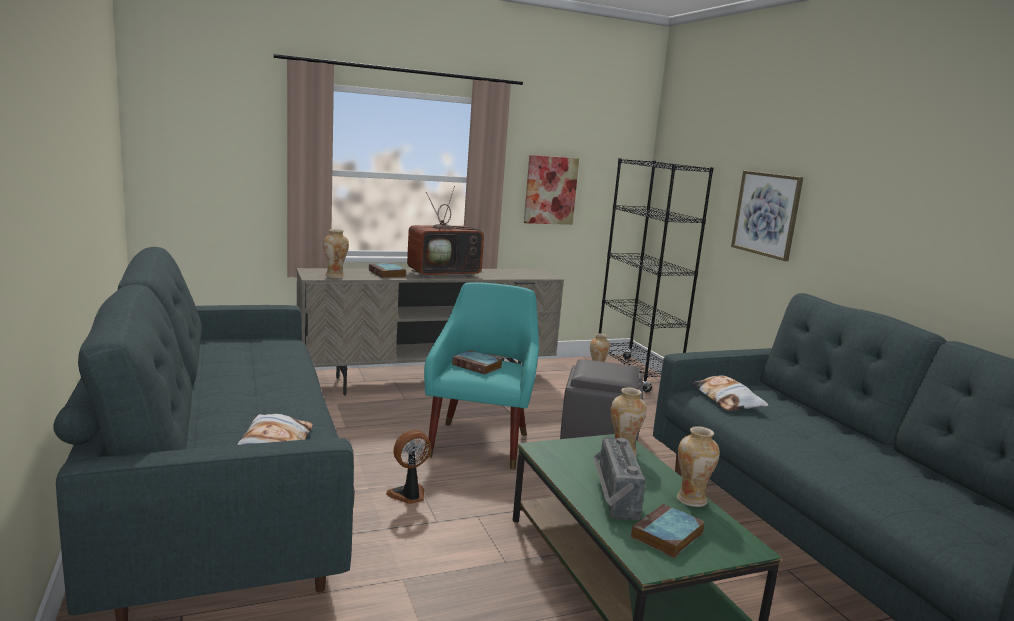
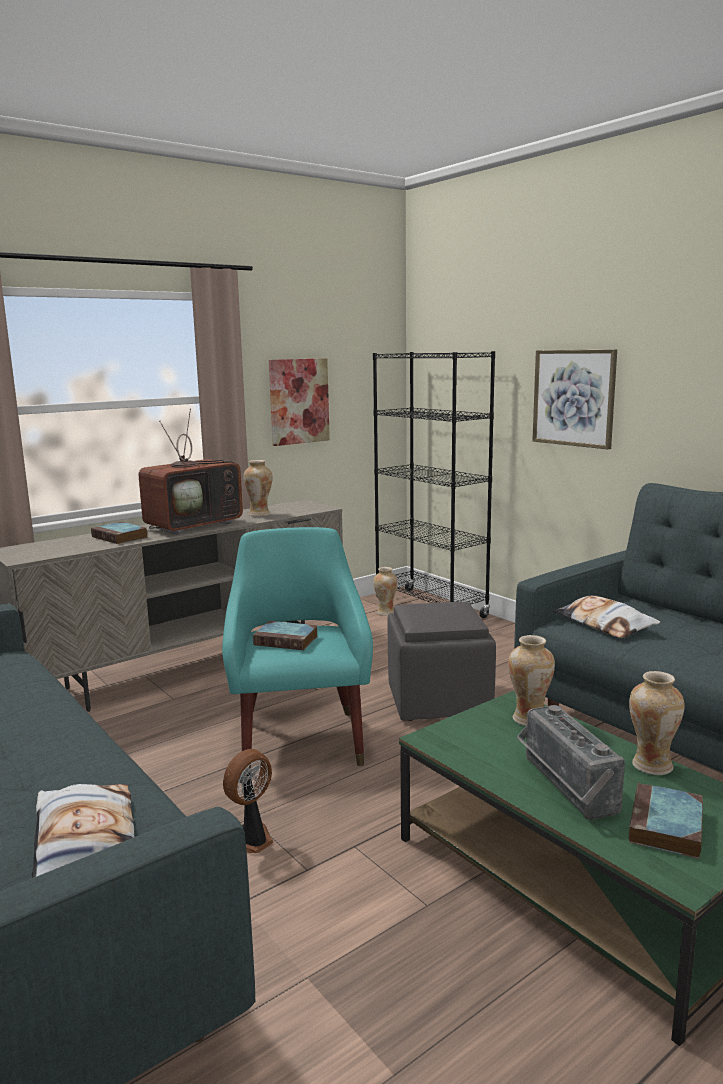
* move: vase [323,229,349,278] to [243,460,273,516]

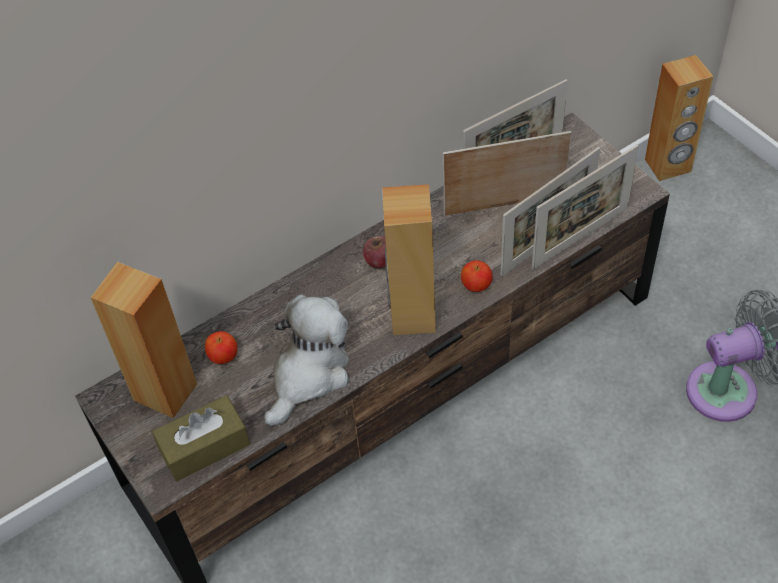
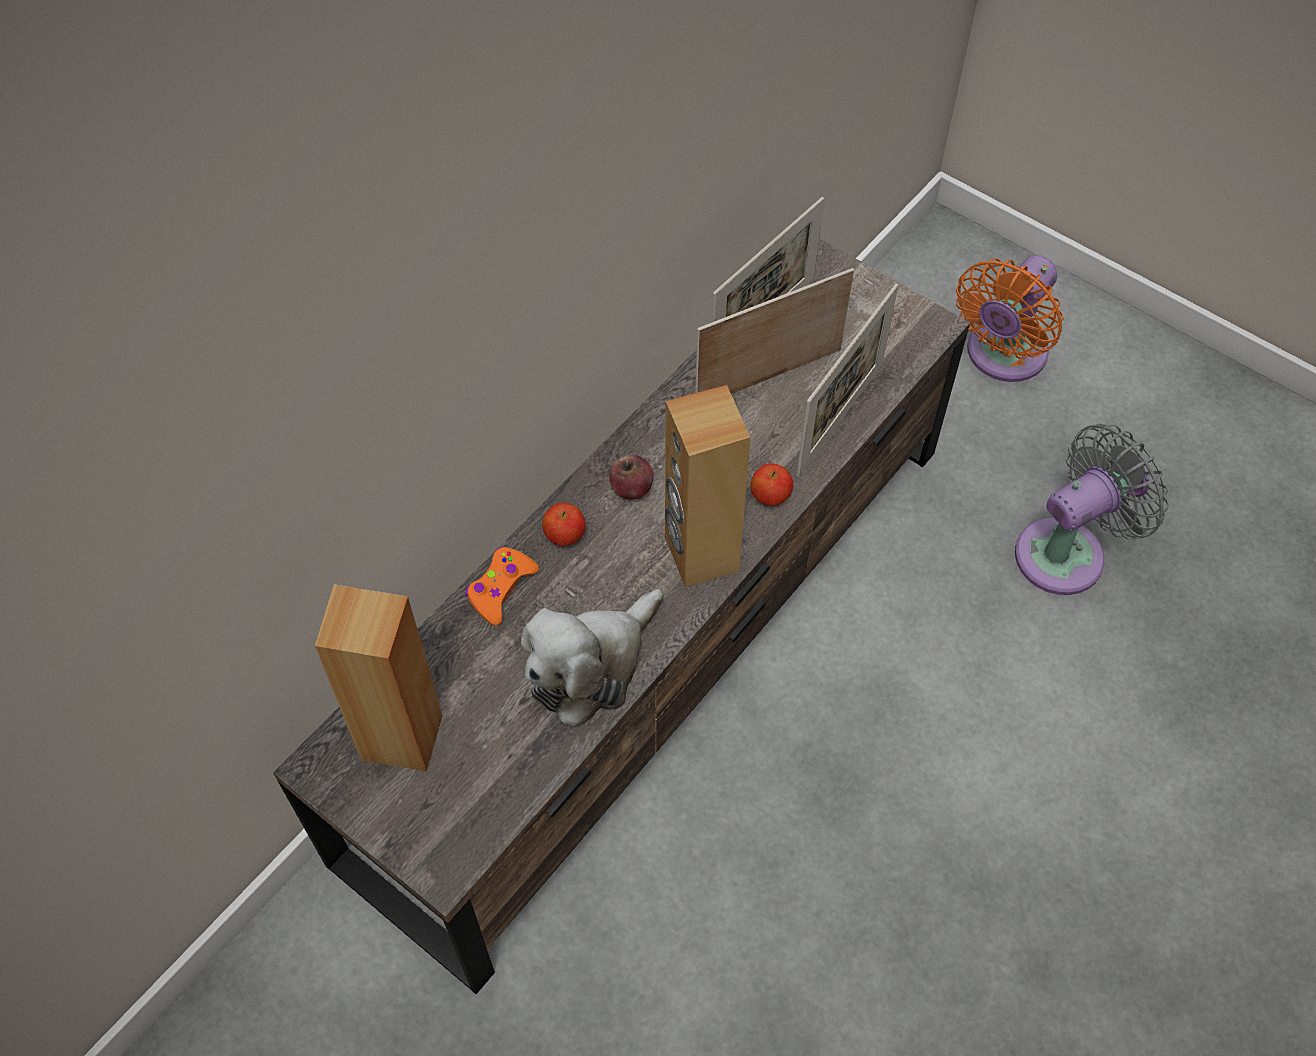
* delete: enceinte [marron] [645,55,713,181]
* delete: cadre photo [532,145,639,269]
* rotate: peluche [264,294,349,426] = [521,589,664,728] 150 degrees counterclockwise
* move: pomme [205,331,238,364] to [542,503,586,546]
* delete: boîte à mouchoirs [marron] [152,395,250,481]
* insert: ventilateur [orange] [956,255,1063,382]
* insert: manette [orange] [466,547,539,626]

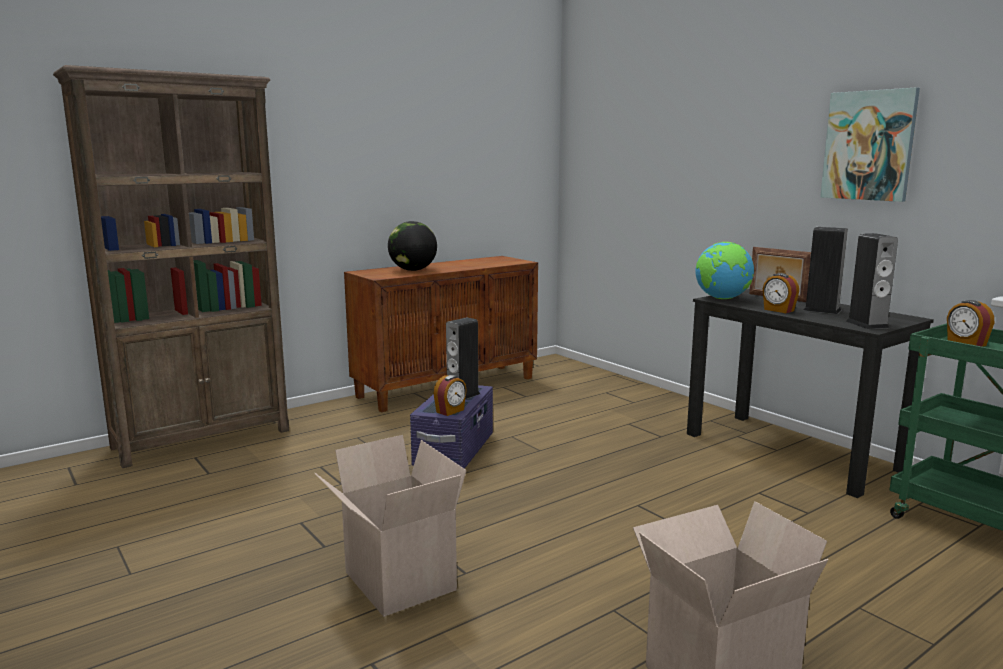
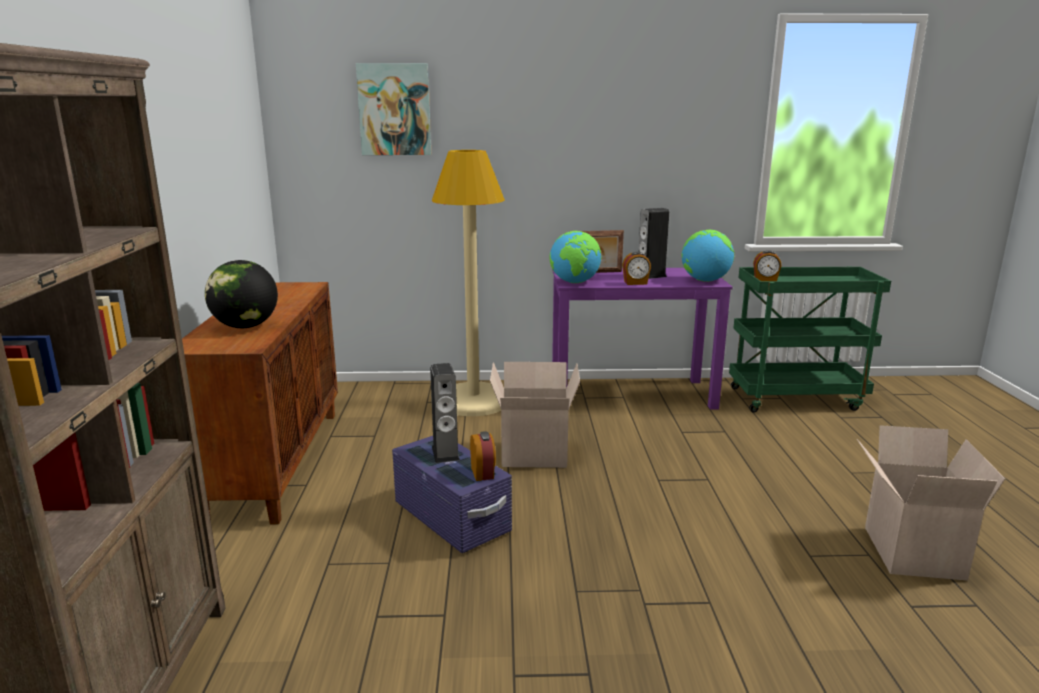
* move: tableau [820,87,920,202] to [356,63,431,155]
* replace: enceinte [846,233,898,329] to globe [681,230,734,282]
* recolor: bureau [noir] [687,289,934,498] to bureau [violet] [552,268,733,409]
* move: carton [315,435,466,617] to [490,362,580,468]
* insert: lampadaire [beige] [432,150,505,416]

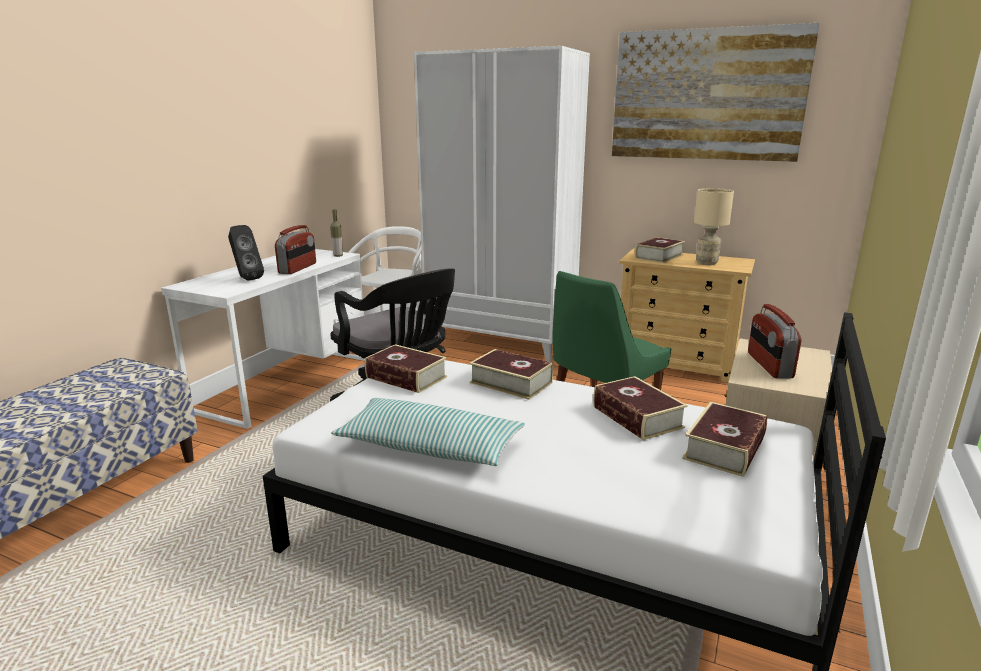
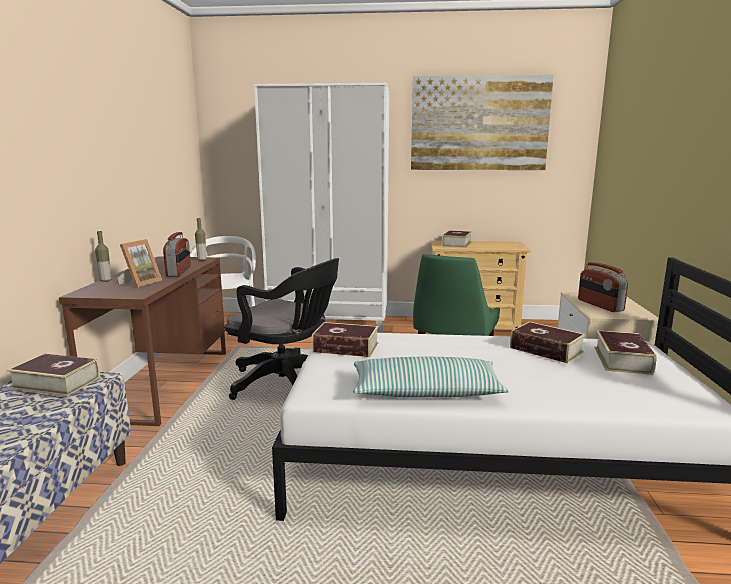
* delete: lampe de table [beige] [694,188,734,265]
* replace: enceinte [noir] [228,225,264,281] to cadre photo [117,239,162,288]
* recolor: bureau [blanc] [161,249,365,429] to bureau [marron] [59,256,226,426]
* move: livre [469,349,553,400] to [7,353,100,397]
* insert: bouteille [95,231,112,282]

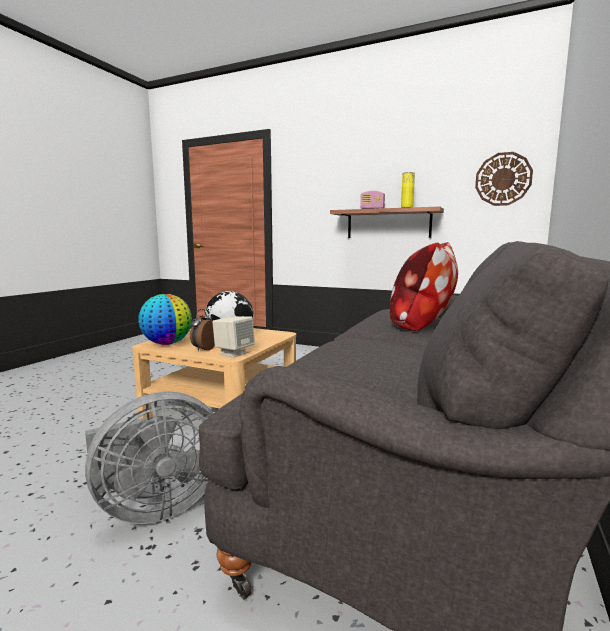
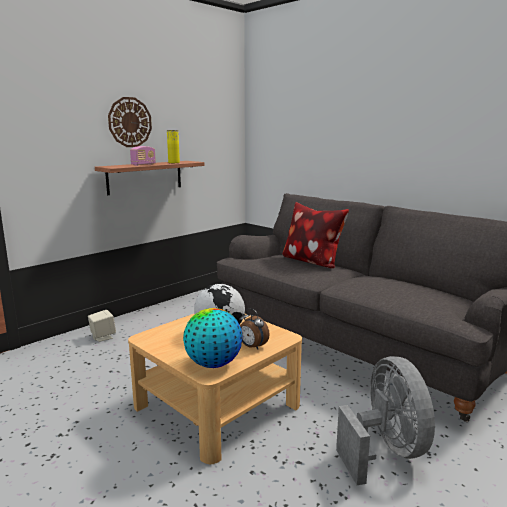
* move: horloge murale [475,152,533,206] to [108,97,152,147]
* move: enceinte [beige] [212,316,255,358] to [88,310,116,342]

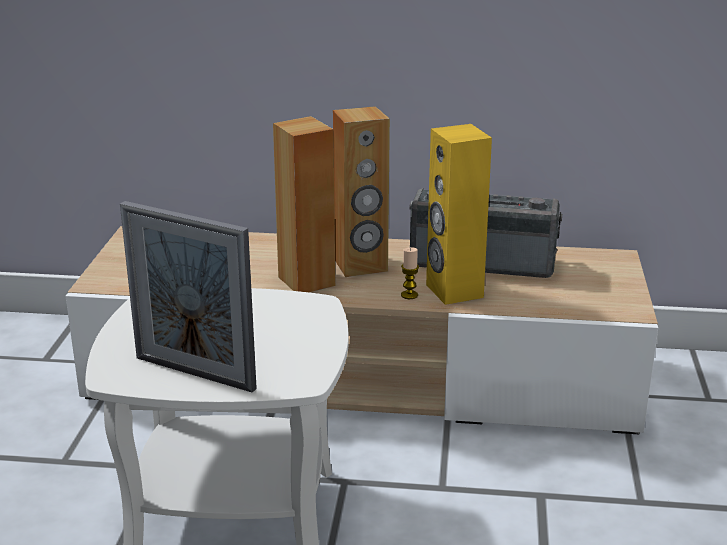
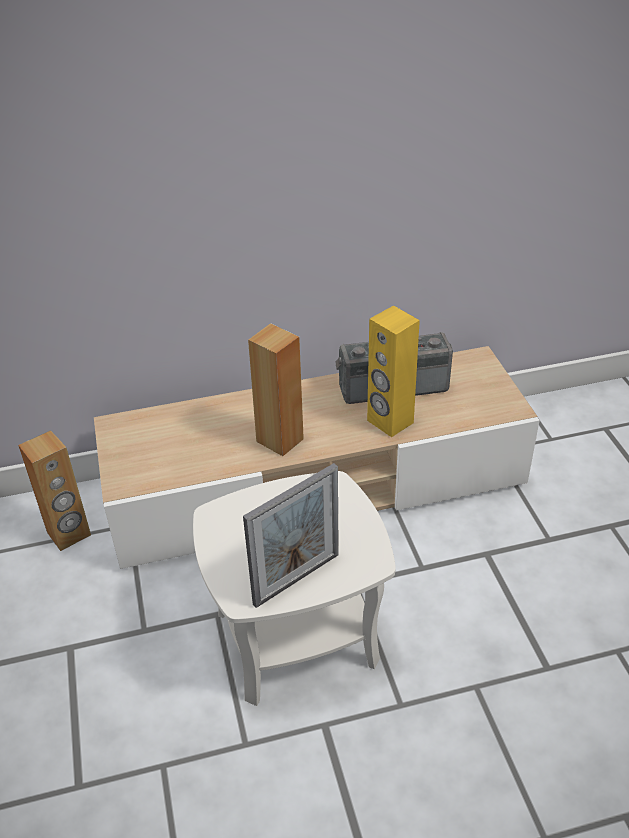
* move: enceinte [marron] [333,106,390,277] to [18,430,91,551]
* rotate: cadre photo [120,201,257,393] = [243,463,339,608] 45 degrees counterclockwise
* delete: bougie [401,247,419,299]

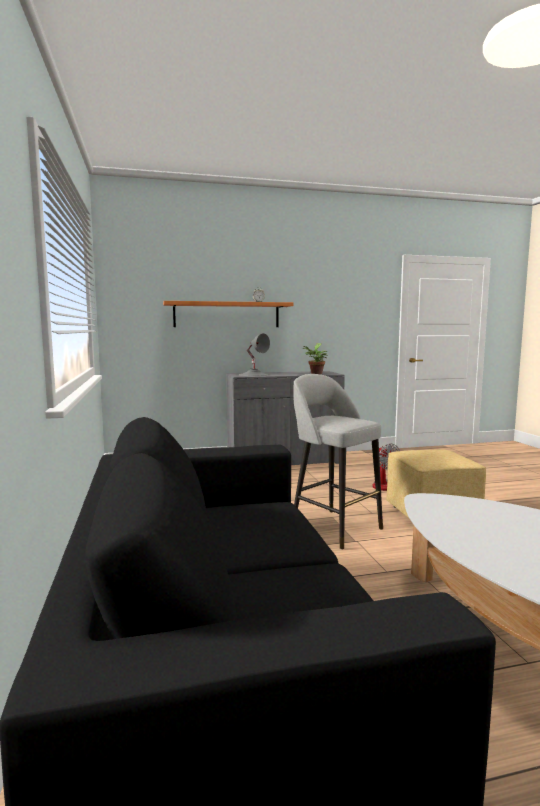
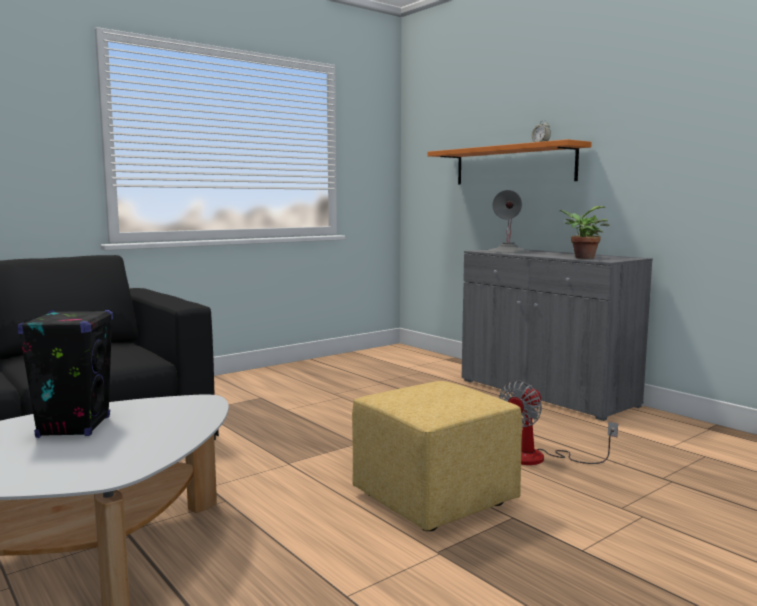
* delete: tabouret [gris] [293,374,383,550]
* insert: enceinte [noir] [17,310,113,438]

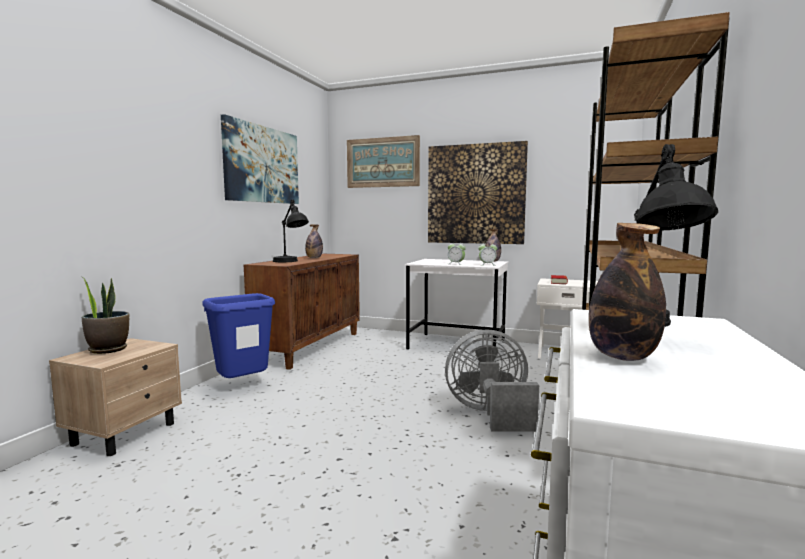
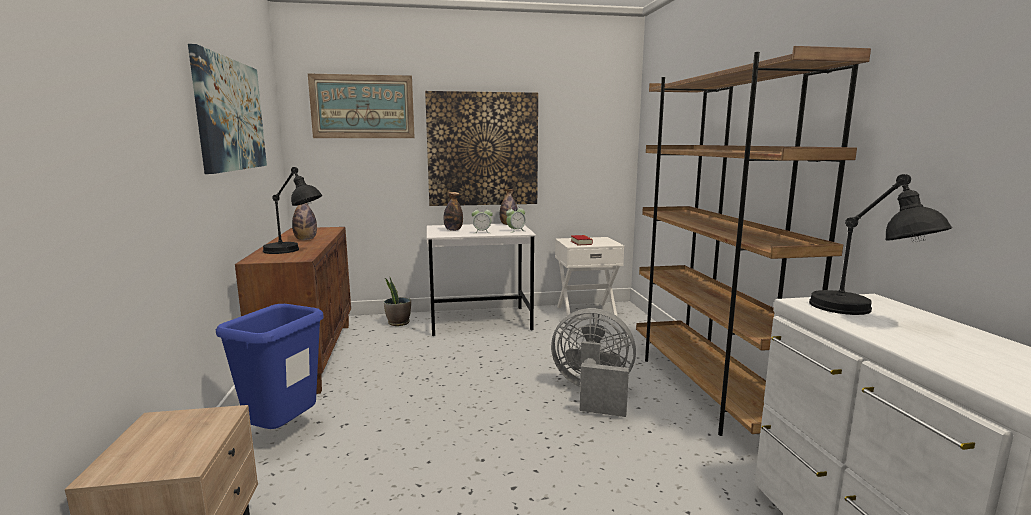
* move: bouteille [589,223,666,361] to [444,192,463,231]
* move: plante en pot [81,276,129,354] to [384,276,411,326]
* rotate: ventilateur [gris] [445,329,539,432] = [551,308,636,417] 45 degrees clockwise

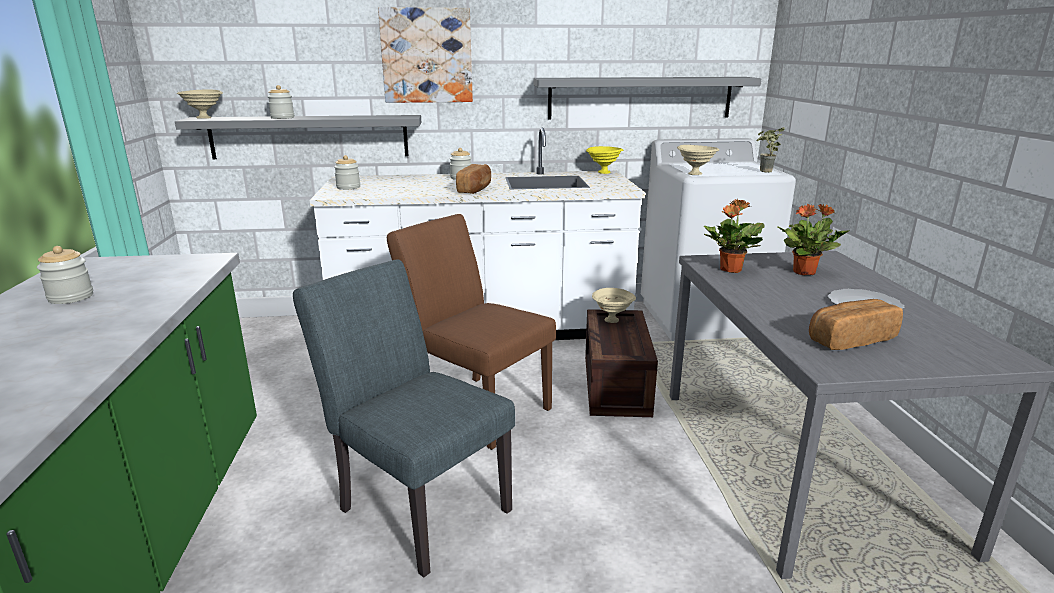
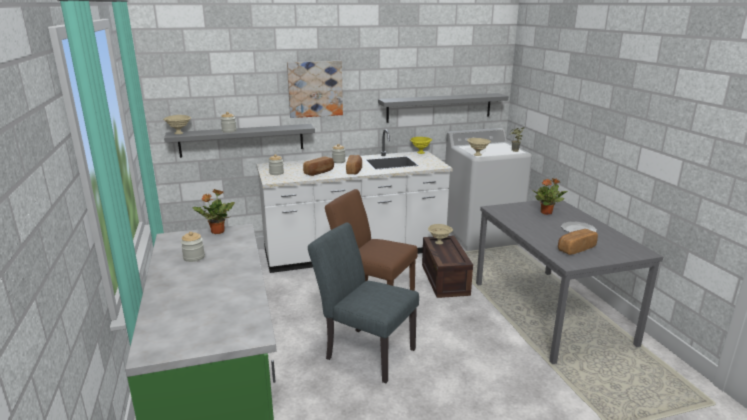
* move: plante en pot [704,199,764,273] to [193,189,235,234]
* insert: pain [303,157,334,176]

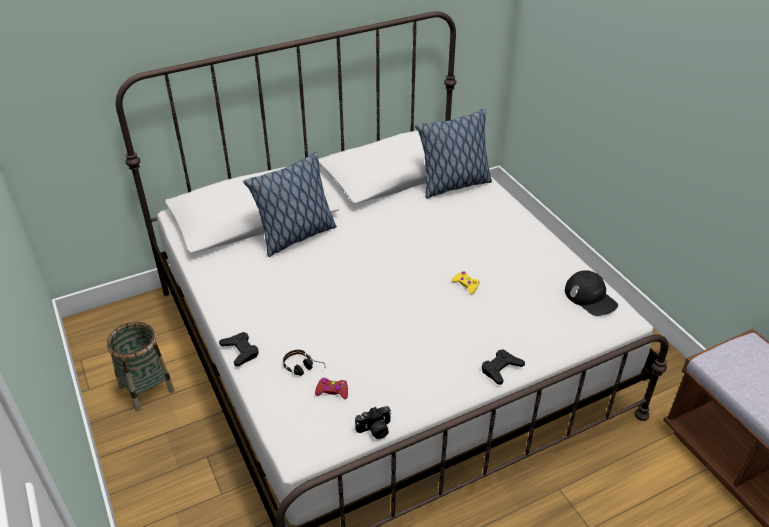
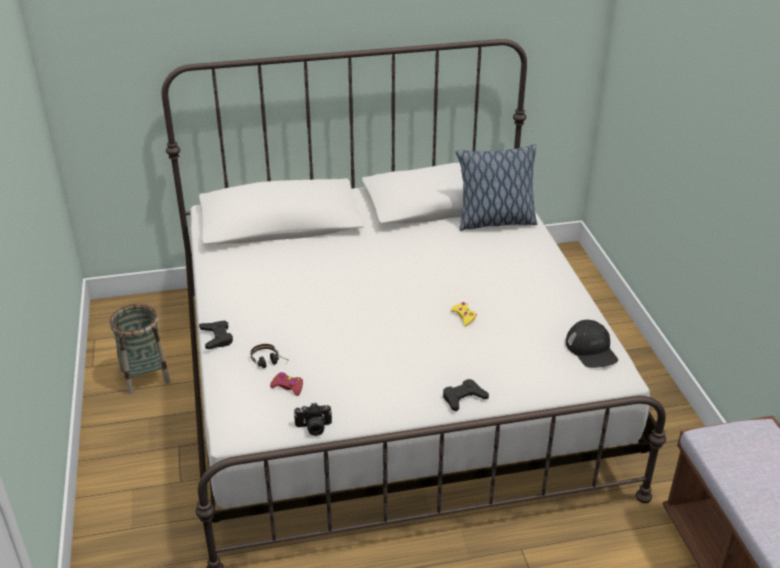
* delete: coussin [243,152,337,257]

